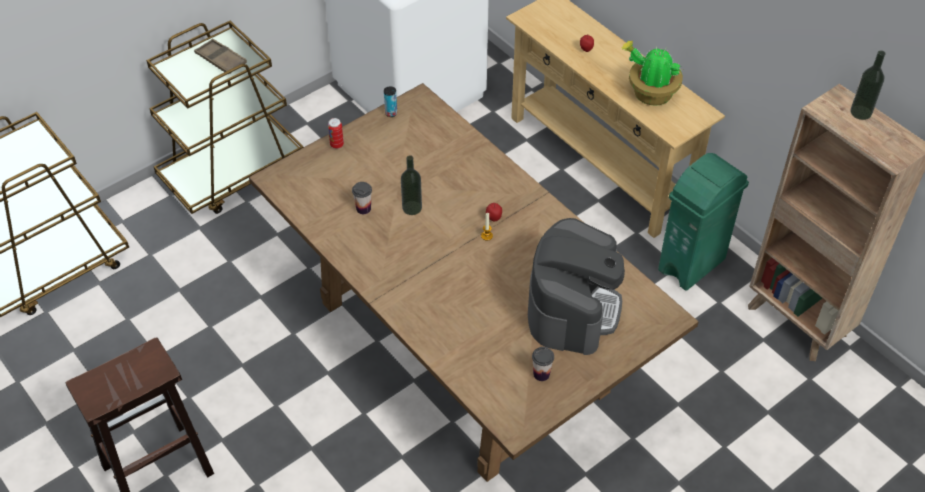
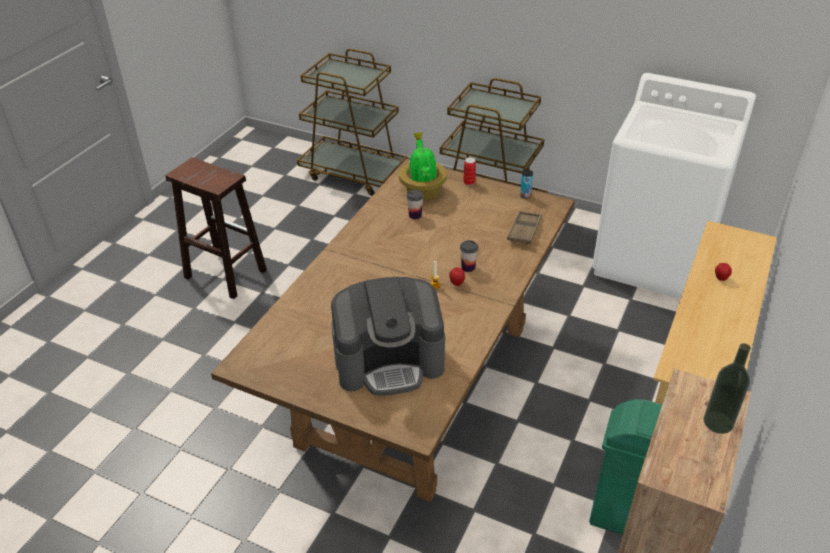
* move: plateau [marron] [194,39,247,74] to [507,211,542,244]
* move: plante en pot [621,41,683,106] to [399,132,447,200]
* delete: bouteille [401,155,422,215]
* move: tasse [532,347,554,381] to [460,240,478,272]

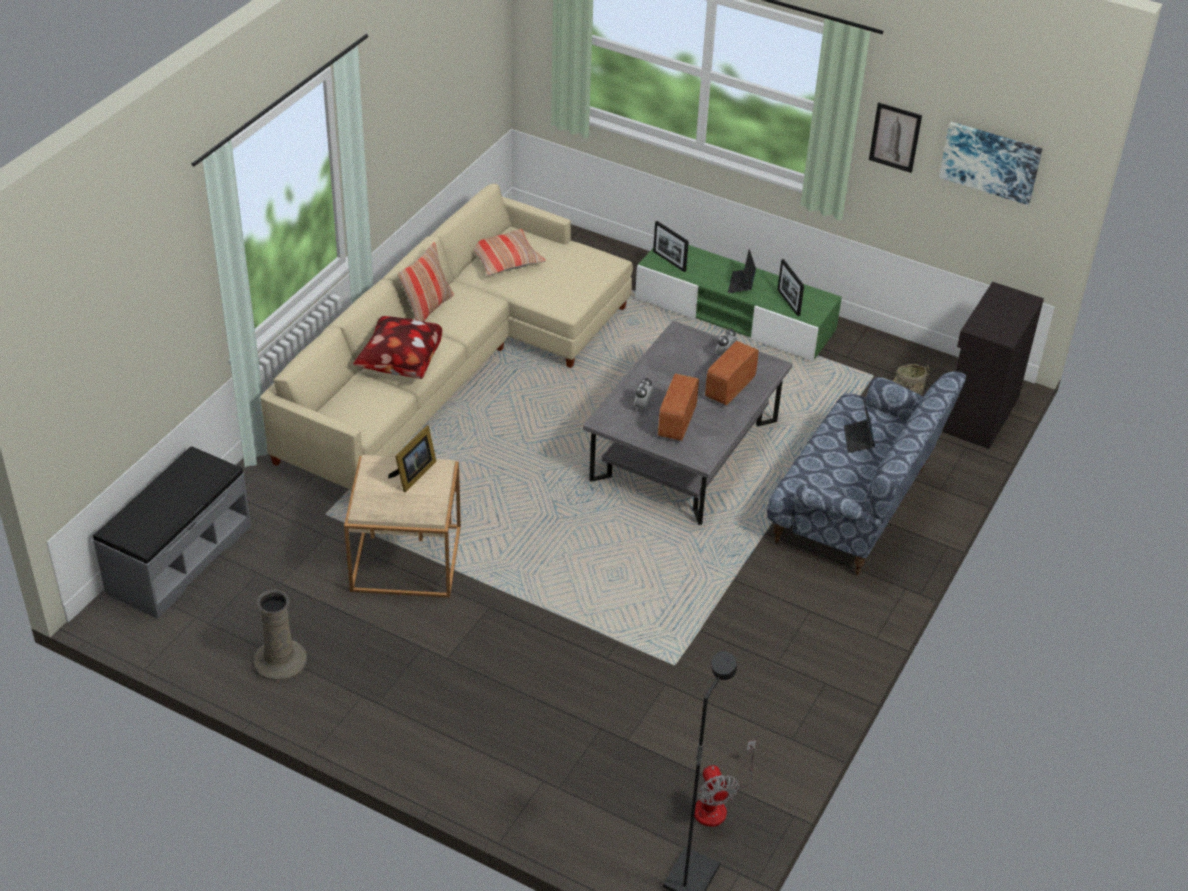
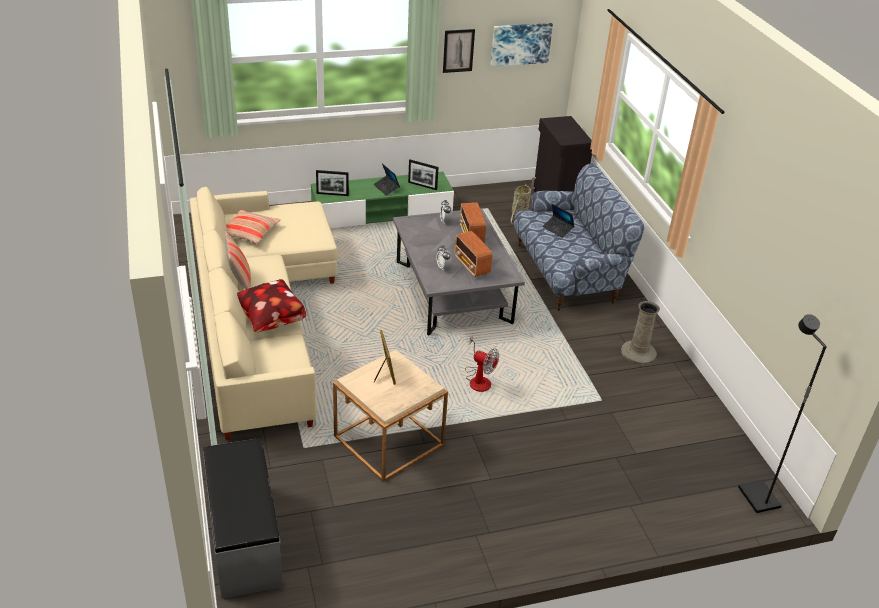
* move: vase [beige] [253,590,307,681] to [621,301,660,364]
* move: ventilateur [694,740,756,827] to [465,335,499,392]

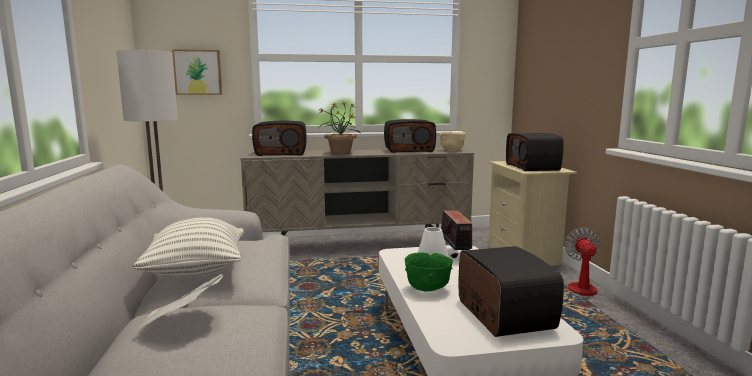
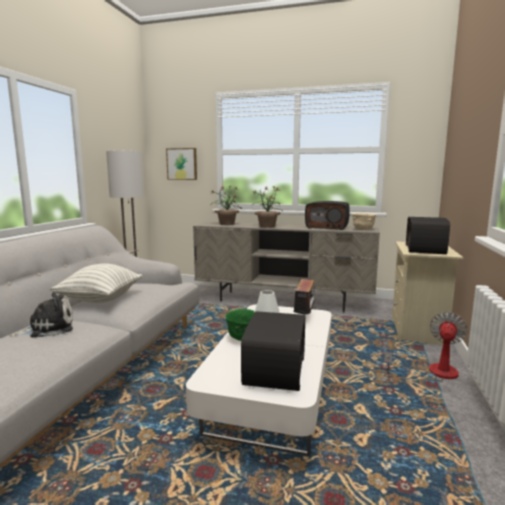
* replace: radio [252,121,307,156] to plante en pot [210,186,242,225]
* replace: journal [133,274,223,332] to peluche [10,292,73,337]

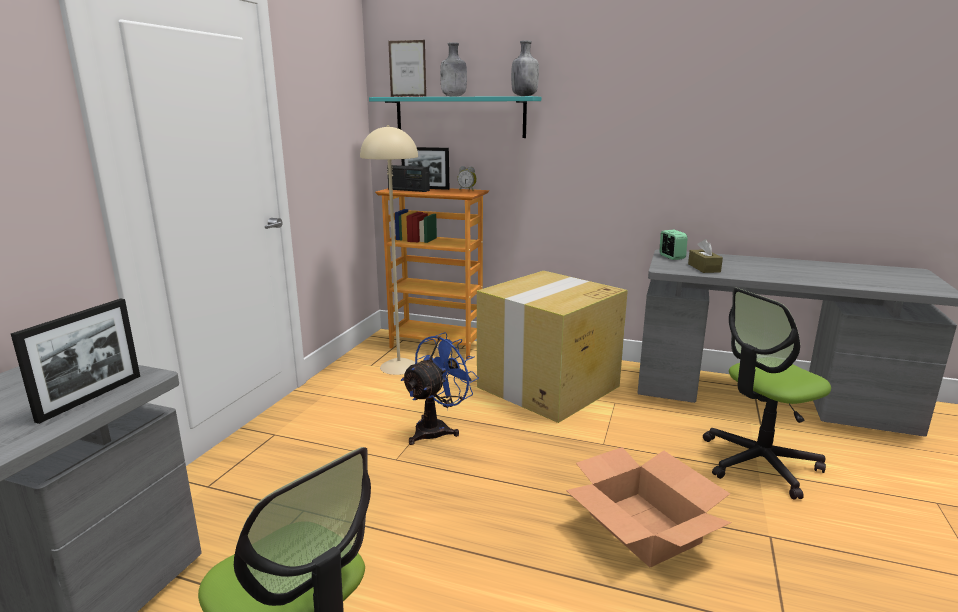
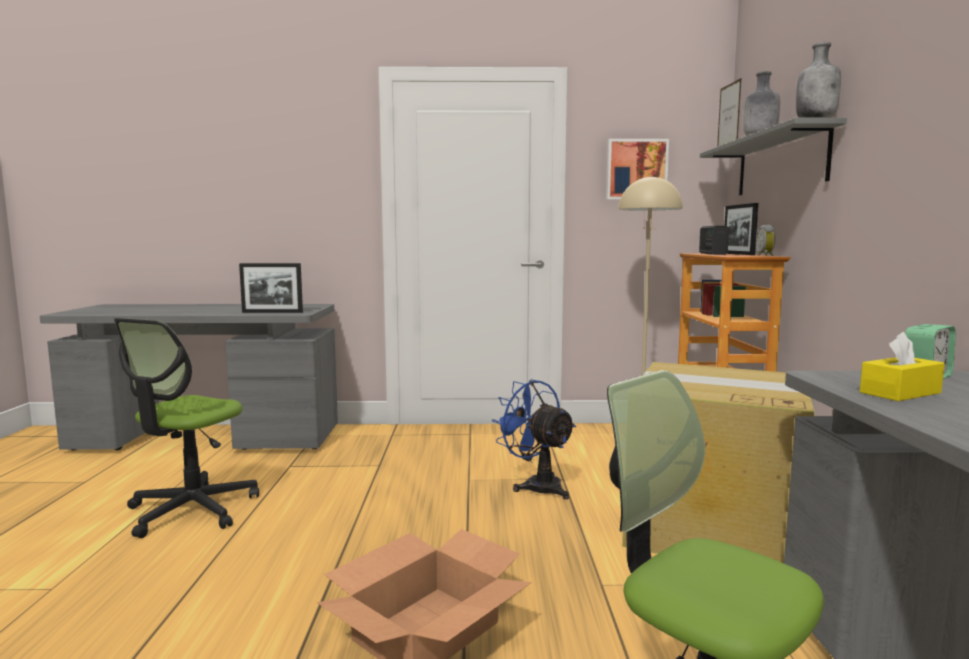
* recolor: étagère [turquoise] [369,96,541,138] to étagère [gris] [700,118,847,195]
* recolor: boîte à mouchoirs [marron] [688,239,723,273] to boîte à mouchoirs [jaune] [860,332,945,401]
* rotate: ventilateur [bleu] [401,332,479,445] = [492,379,576,499] 150 degrees counterclockwise
* insert: tableau [606,139,669,200]

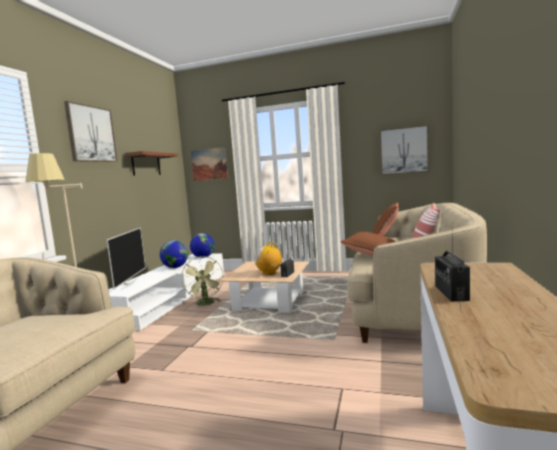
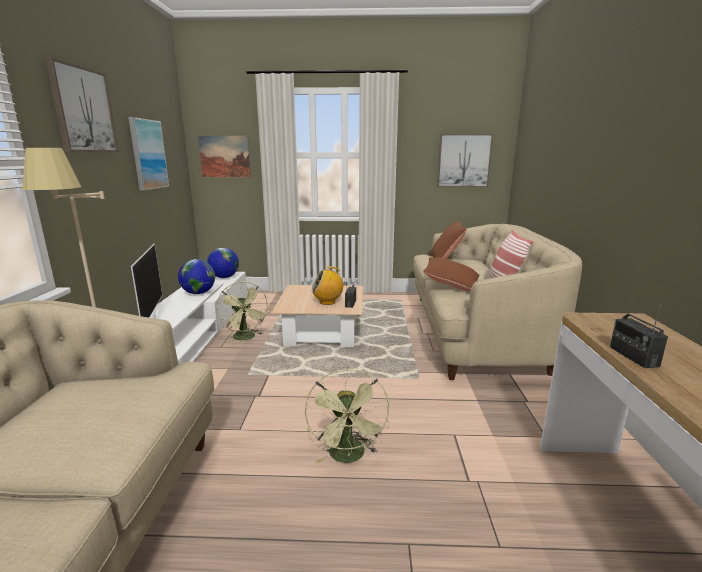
* replace: étagère [marron] [125,151,178,176] to tableau [128,117,169,191]
* insert: ventilateur [vert] [305,369,389,463]

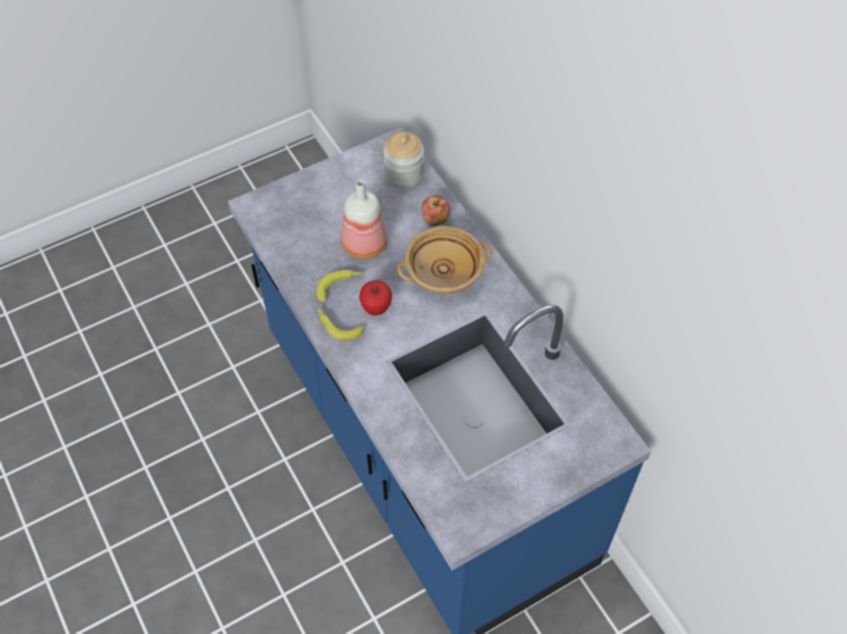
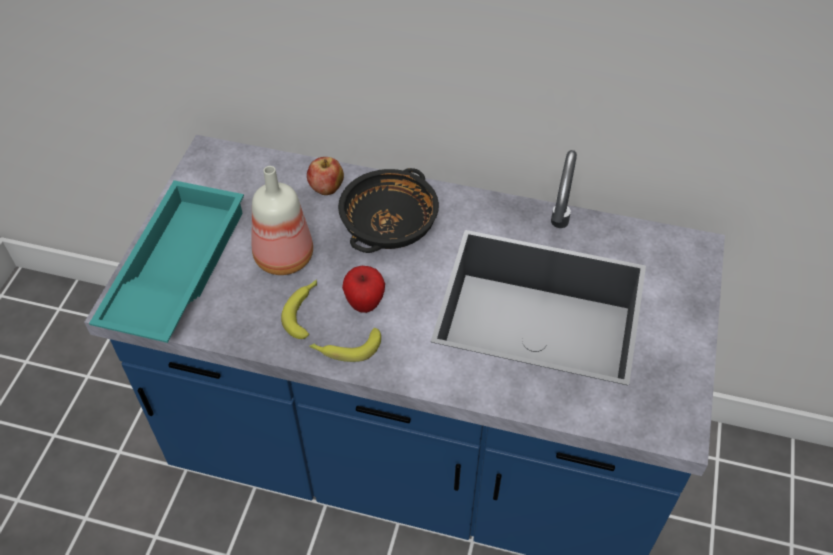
* delete: bocal [383,132,424,189]
* recolor: bol [beige] [397,226,492,294] to bol [noir] [338,168,439,253]
* insert: plateau [turquoise] [89,180,244,343]

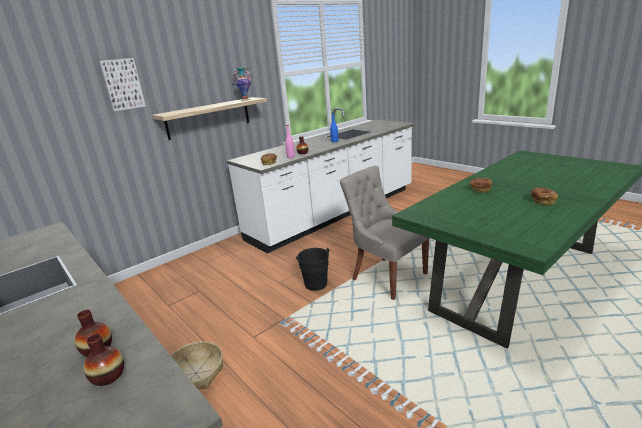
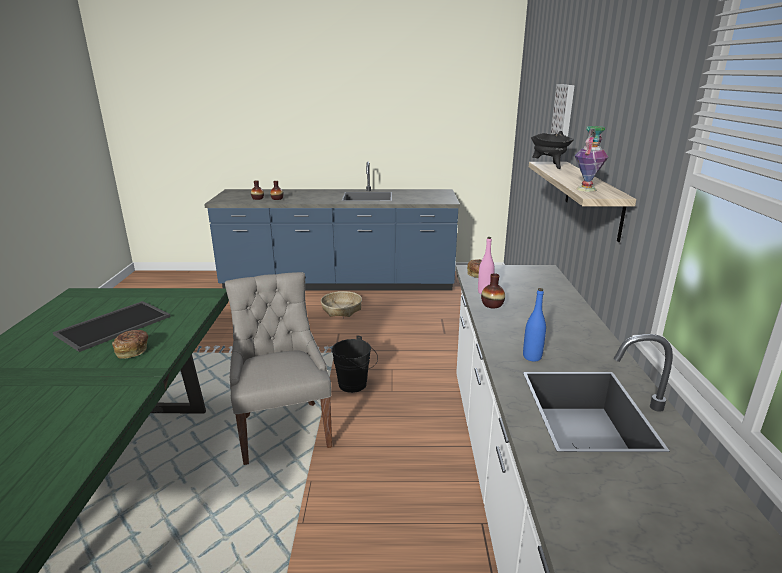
* rotate: chaise [gris] [340,166,429,300] = [225,272,332,465] 105 degrees counterclockwise
* delete: pain [531,187,558,205]
* insert: marmite [noir] [531,131,574,169]
* insert: plateau [53,301,171,352]

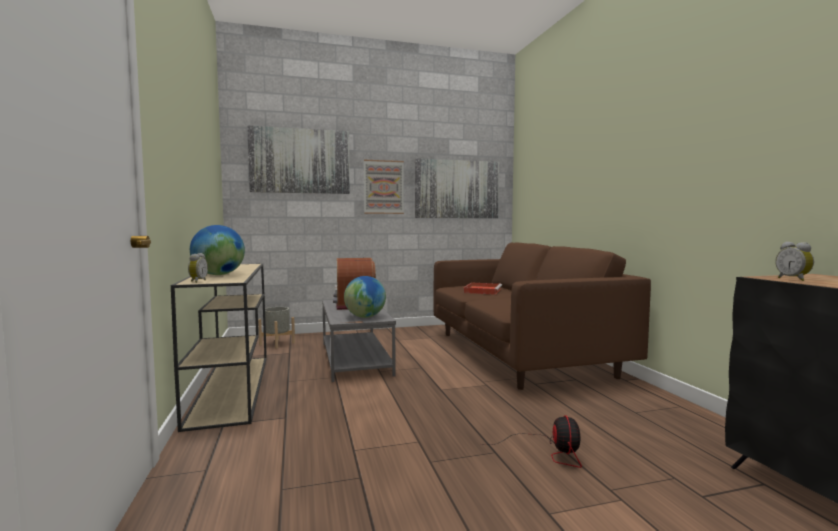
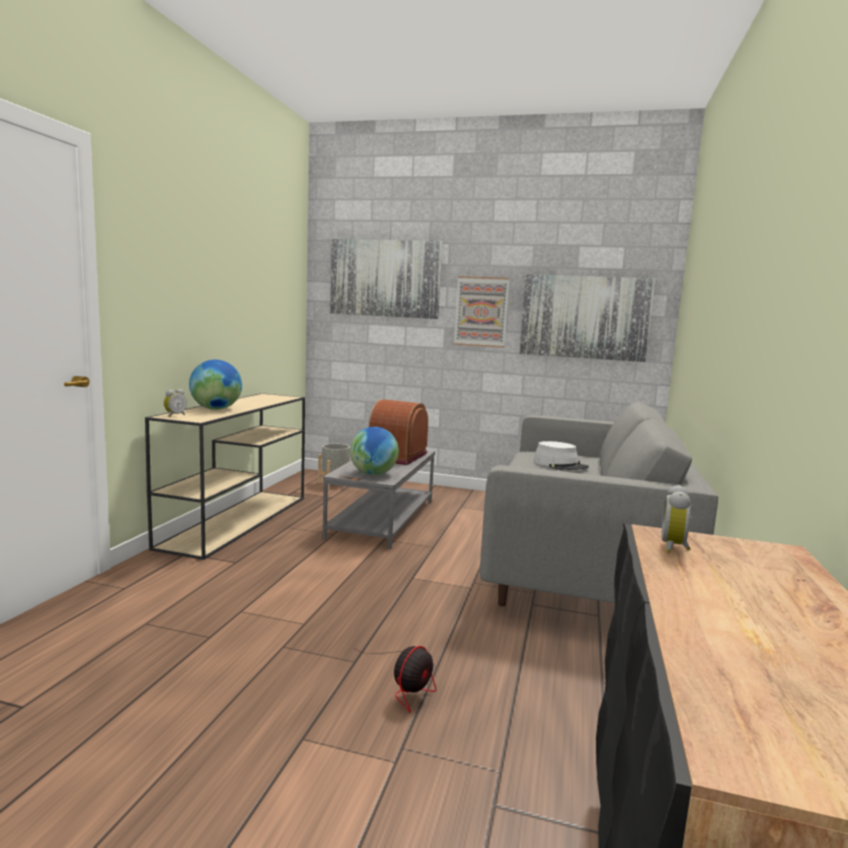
* recolor: canapé [marron] [434,243,651,390] to canapé [gris] [480,402,718,606]
* replace: plateau [rouge] [464,283,502,295] to chapeau [gris] [533,441,589,470]

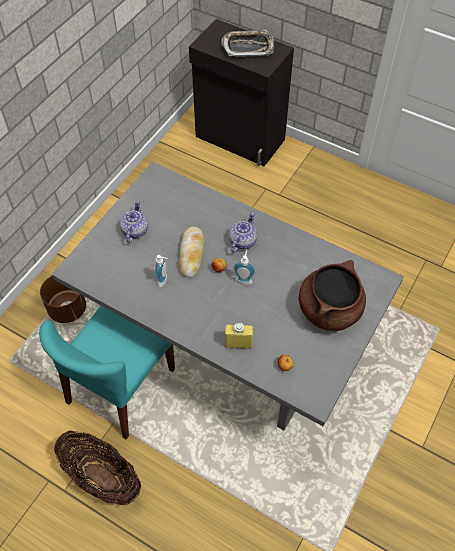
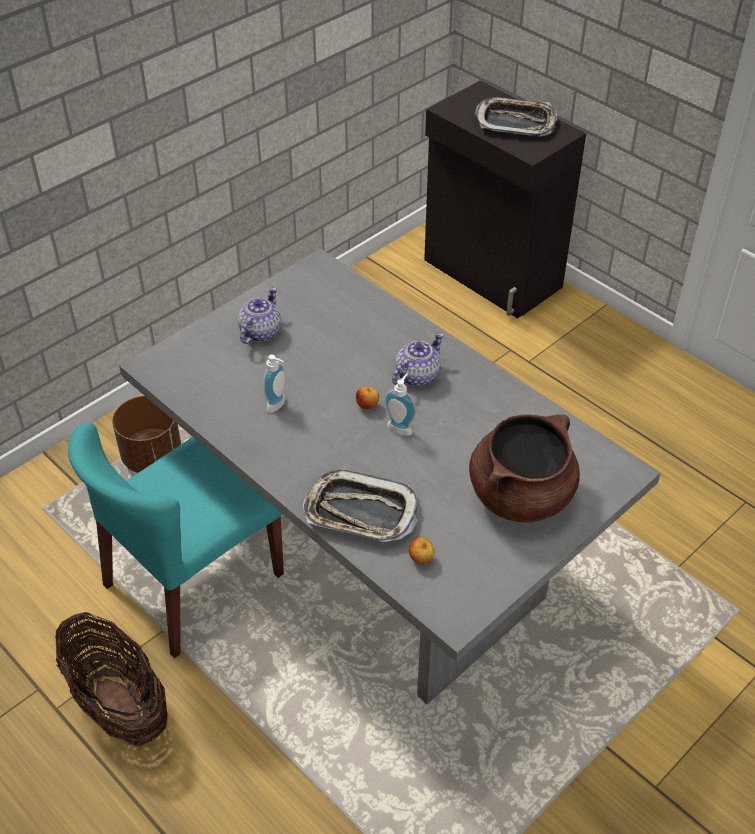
* delete: pain [179,227,205,278]
* replace: bouteille [jaune] [225,322,253,349] to plateau [303,469,417,542]

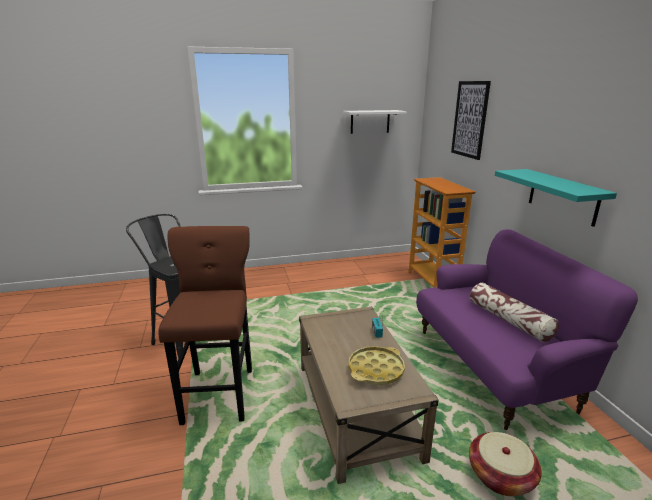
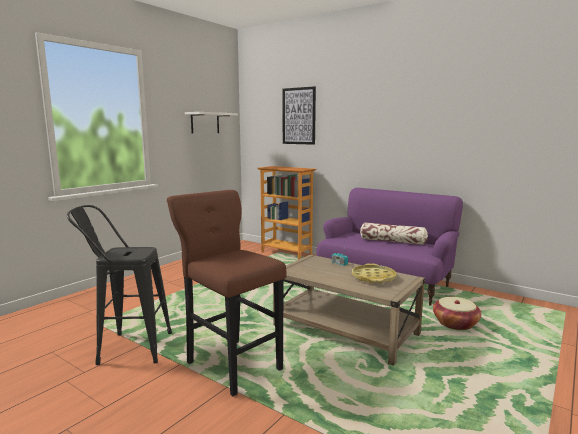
* delete: étagère [turquoise] [495,169,617,227]

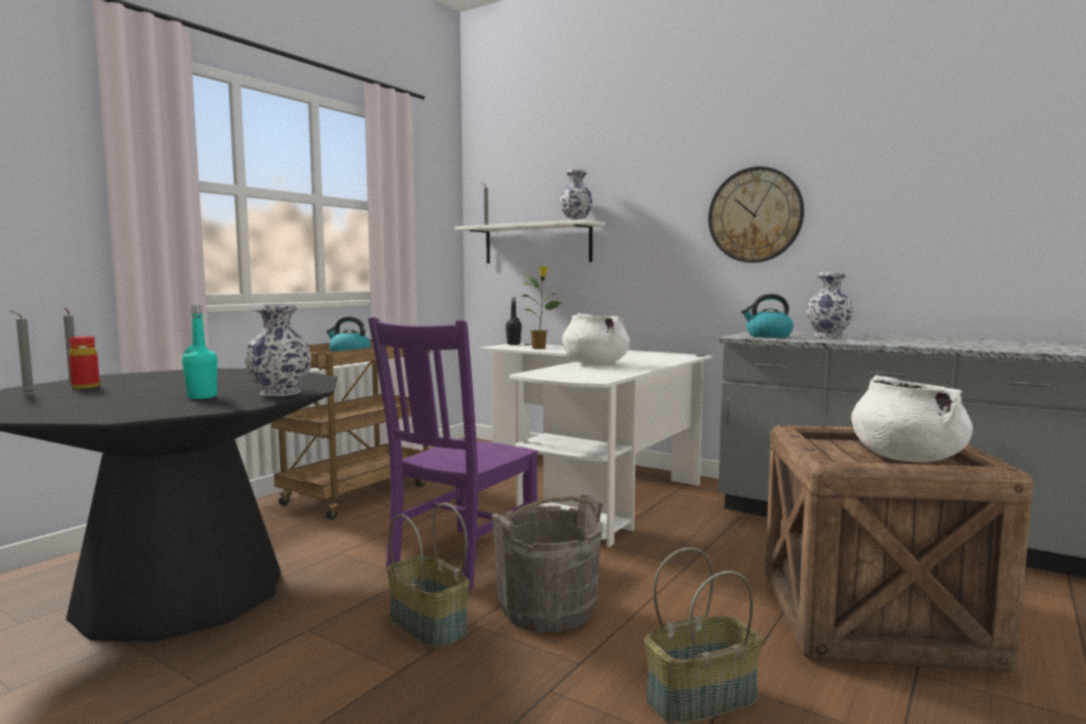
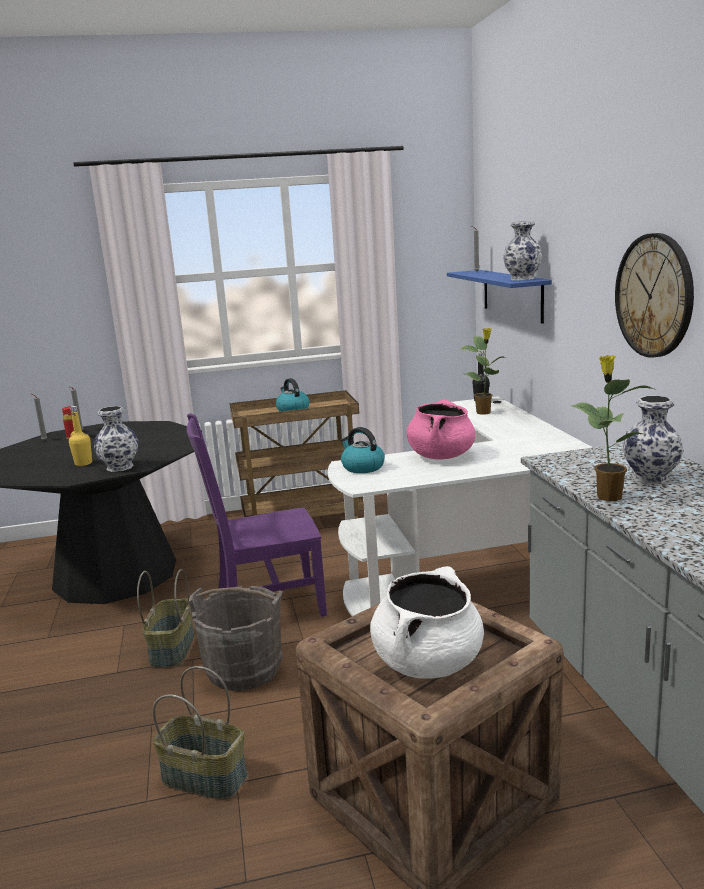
* recolor: étagère [blanc] [455,219,605,264] to étagère [bleu] [447,270,552,324]
* move: bouilloire [741,294,793,338] to [341,427,385,473]
* recolor: bouteille [turquoise] [182,305,218,399] to bouteille [jaune] [69,406,92,466]
* recolor: marmite [blanc] [562,313,630,365] to marmite [rose] [407,399,475,459]
* insert: plante en pot [572,355,654,501]

